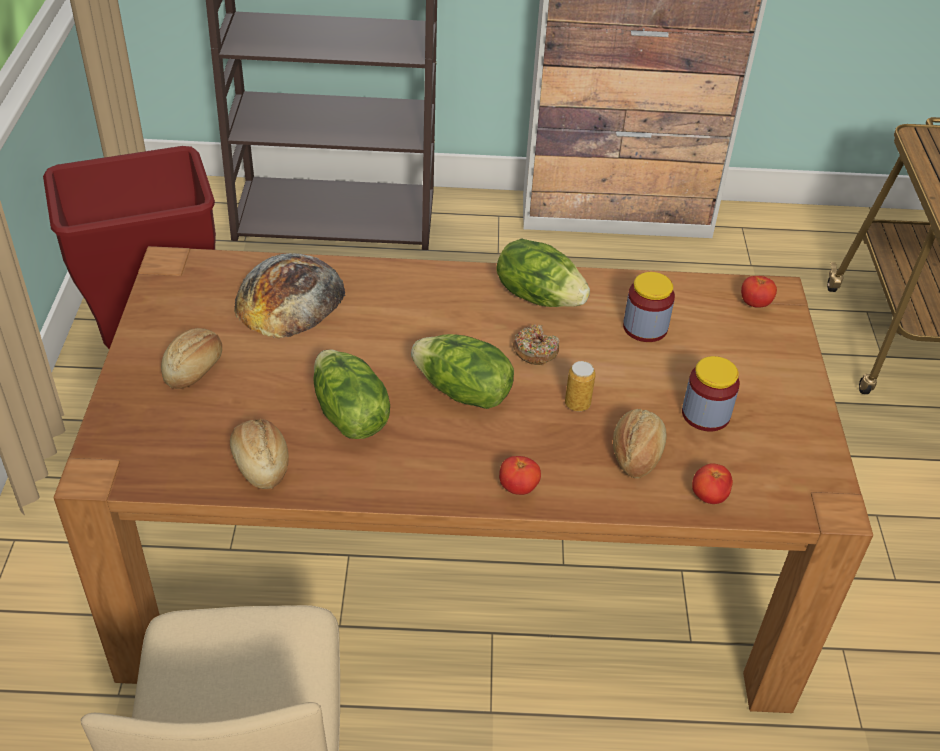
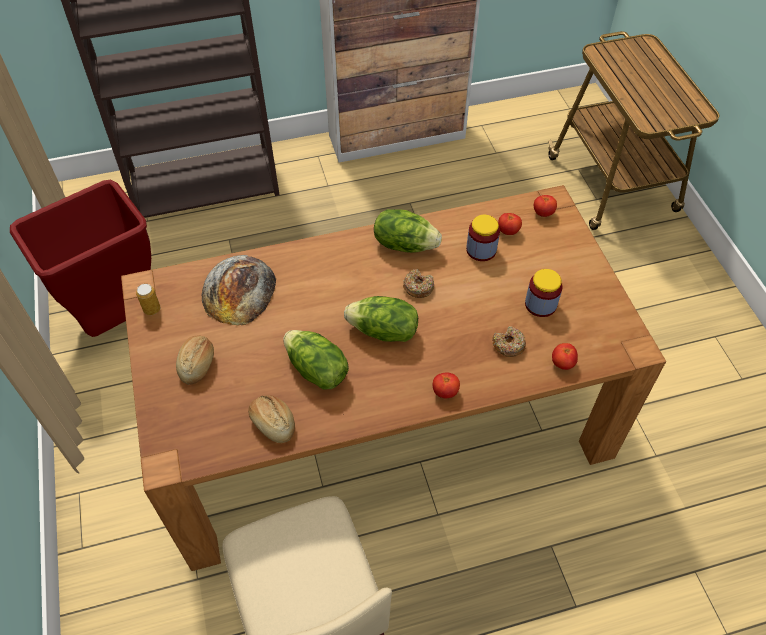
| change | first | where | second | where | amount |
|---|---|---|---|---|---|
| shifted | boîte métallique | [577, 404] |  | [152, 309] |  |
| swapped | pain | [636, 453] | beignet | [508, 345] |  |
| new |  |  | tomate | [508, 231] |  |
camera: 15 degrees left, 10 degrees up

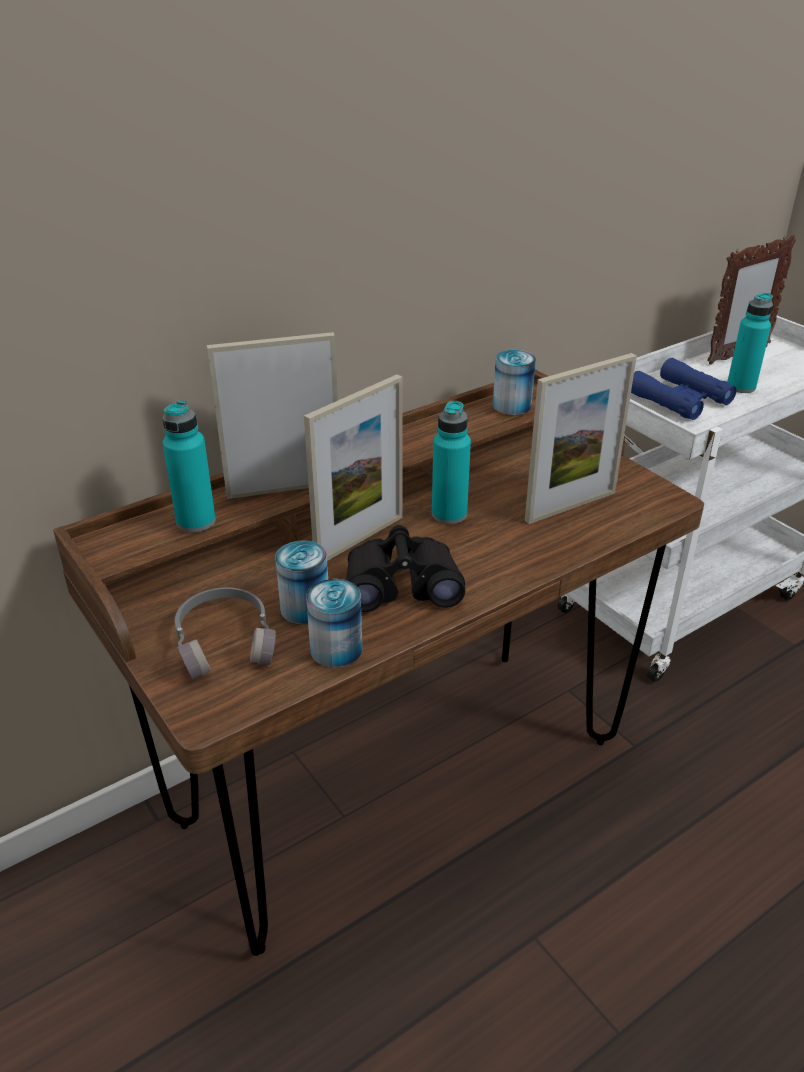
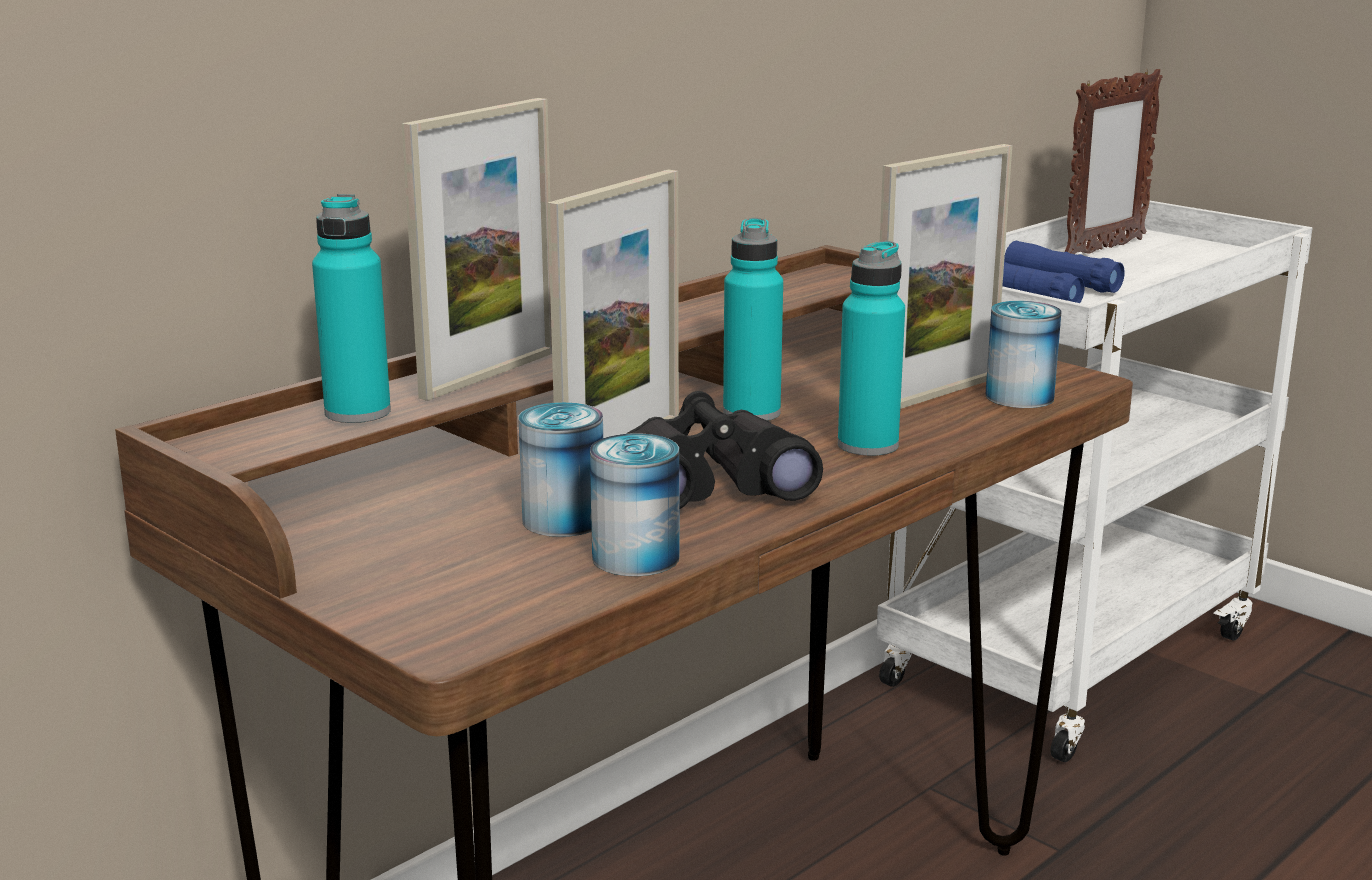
| change | first | where | second | where | amount |
|---|---|---|---|---|---|
| shifted | bouteille (turquoise) | [741, 387] |  | [867, 445] |  |
| rotated | cadre photo | [284, 489] |  | [489, 374] | 150 degrees clockwise |
| shifted | boîte métallique | [512, 405] |  | [1019, 396] |  |
| gone | casque audio (gris) | [226, 641] |  |  |  |
camera: 10 degrees left, 15 degrees down

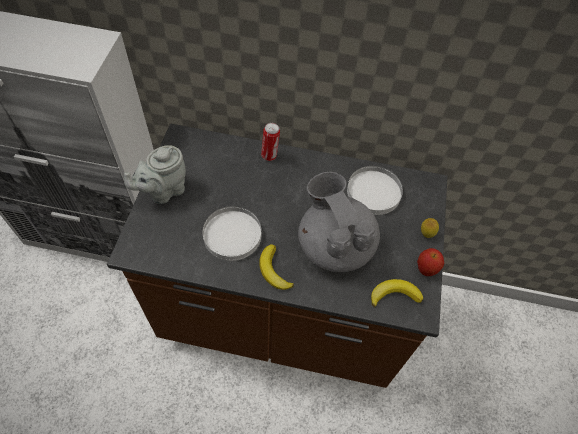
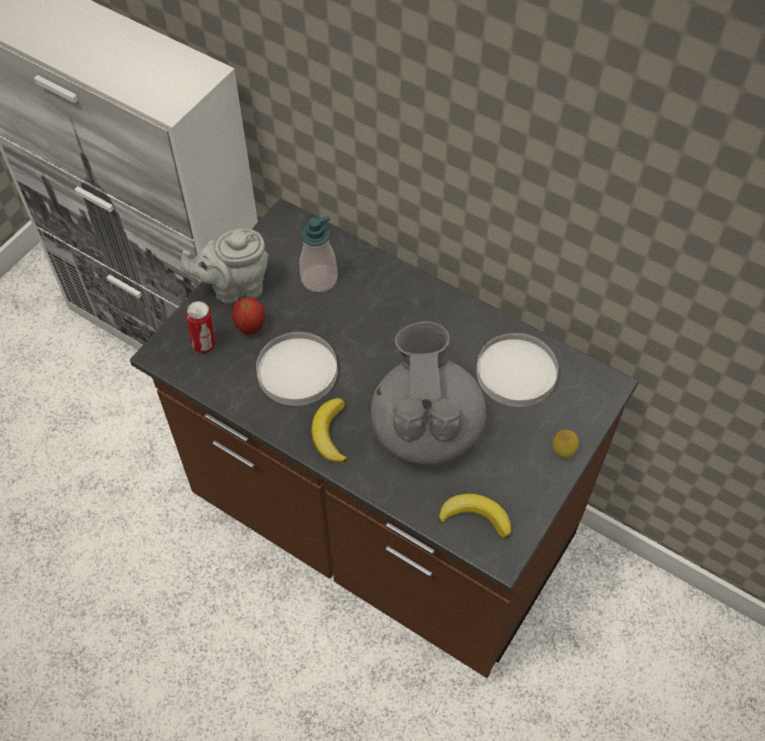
| change | first | where | second | where | amount |
|---|---|---|---|---|---|
| shifted | boîte métallique | [270, 155] |  | [205, 345] |  |
| shifted | pomme | [426, 269] |  | [250, 328] |  |
| new |  |  | distributeur de savon | [319, 279] |  |
camera: 25 degrees right, 0 degrees up

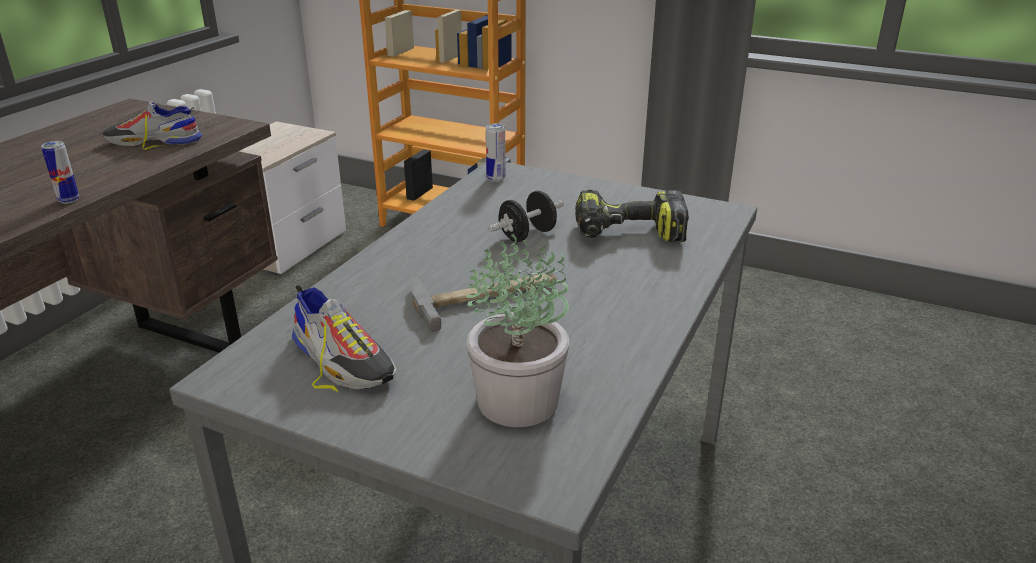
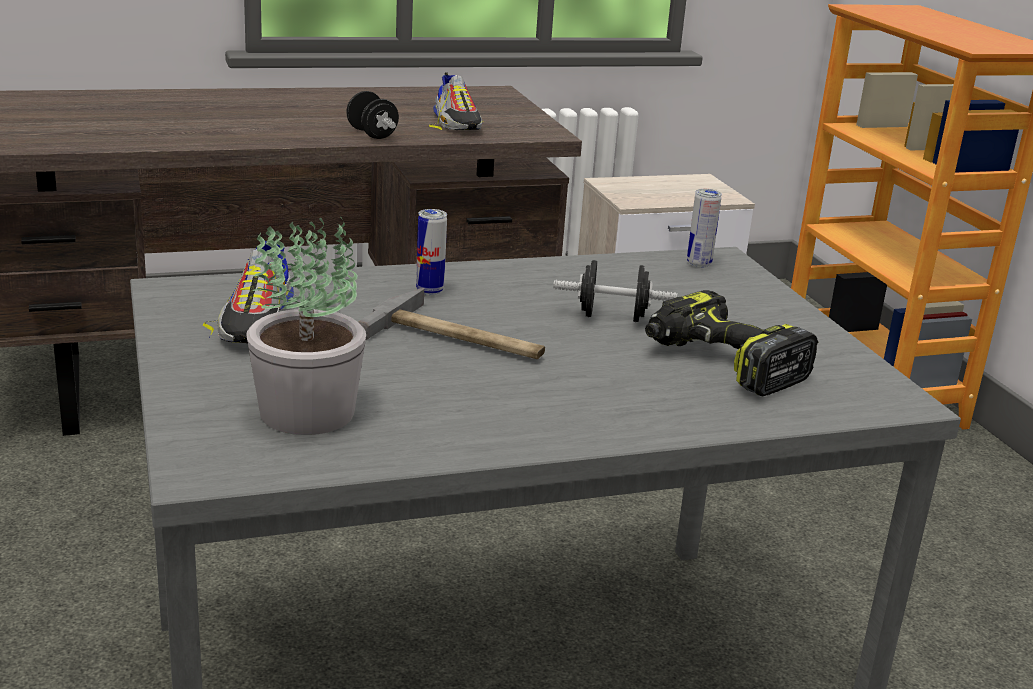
| change | first | where | second | where | amount |
|---|---|---|---|---|---|
| rotated | chaussure | [154, 141] |  | [456, 122] | 150 degrees counterclockwise |
| shifted | boîte métallique | [69, 200] |  | [429, 291] |  |
| new |  |  | haltère (noir) | [372, 134] |  |
camera: 45 degrees right, 5 degrees down

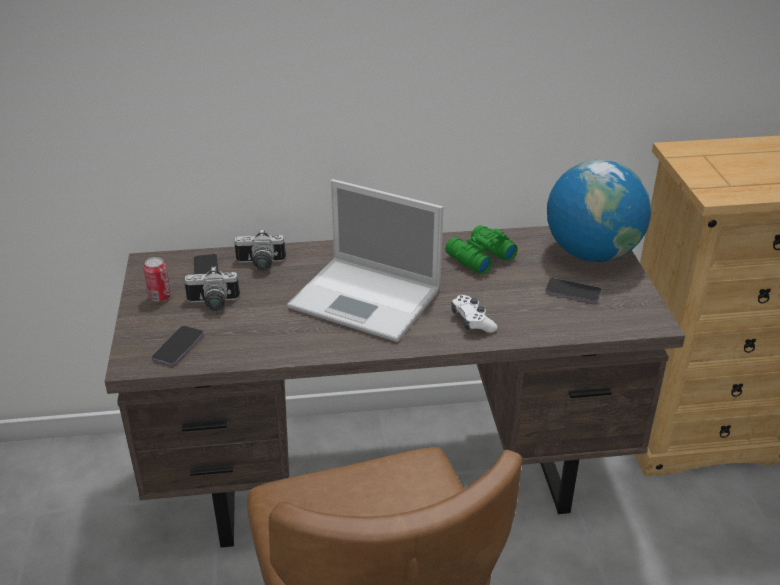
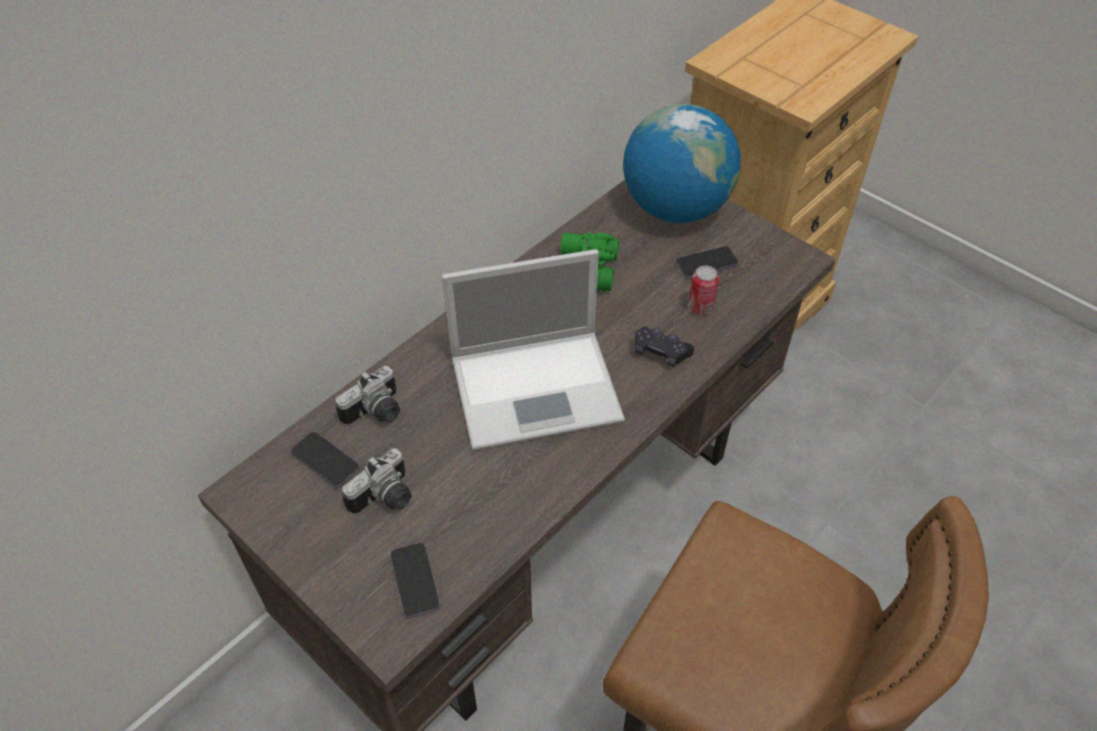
| change | first | where | second | where | amount |
|---|---|---|---|---|---|
| shifted | boîte métallique | [160, 297] |  | [700, 307] |  |
| repainted | manette (blanc) | [472, 321] | manette (noir) | [660, 352] |  |
camera: 40 degrees left, 15 degrees up

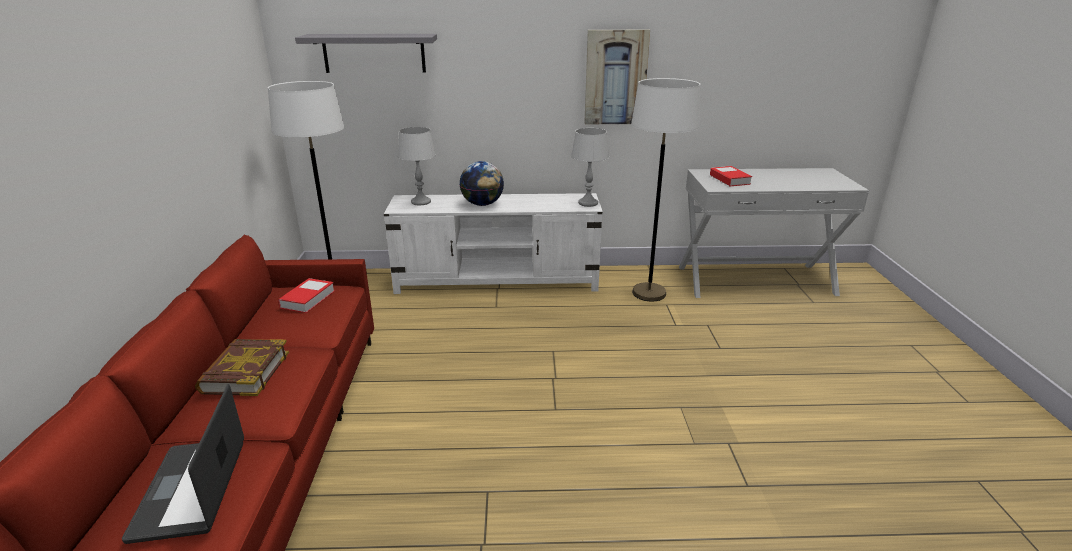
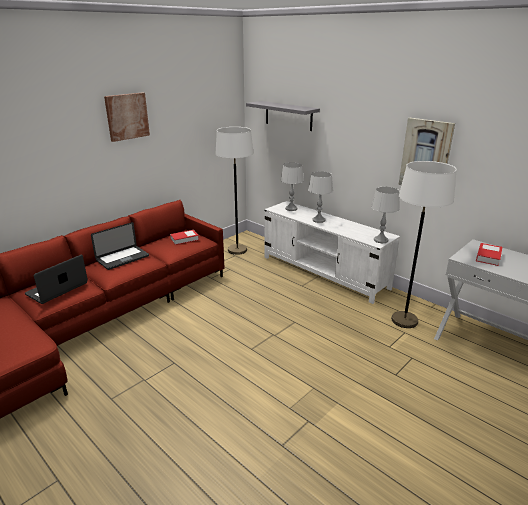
| change | first | where | second | where | amount |
|---|---|---|---|---|---|
| swapped | globe | [482, 204] | lampe de table (gris) | [318, 220] |  |
| swapped | livre | [245, 372] | ordinateur portable | [122, 258] |  |
| new |  |  | tableau | [127, 116] |  |
camera: 45 degrees right, 0 degrees up

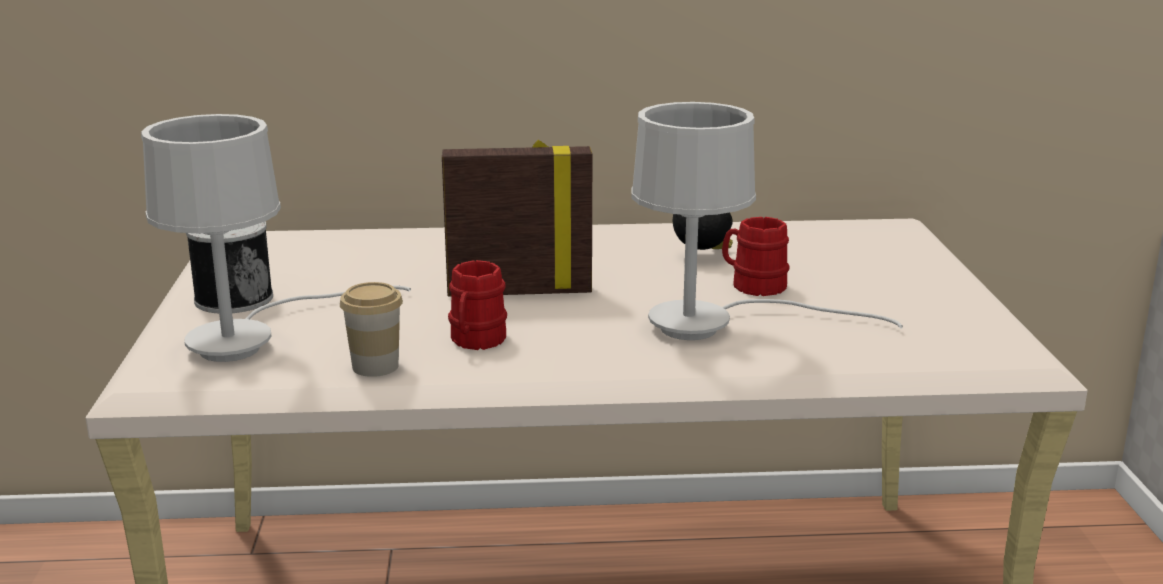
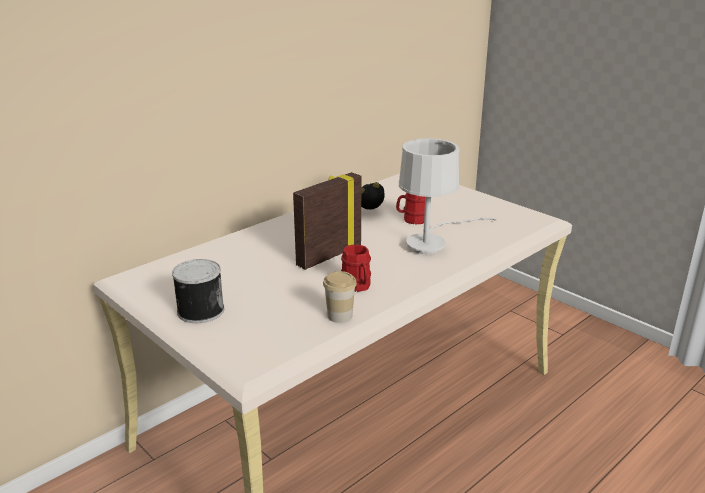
| change | first | where | second | where | amount |
|---|---|---|---|---|---|
| gone | lampe de table (blanc) | [249, 340] |  |  |  |
camera: 40 degrees left, 5 degrees up

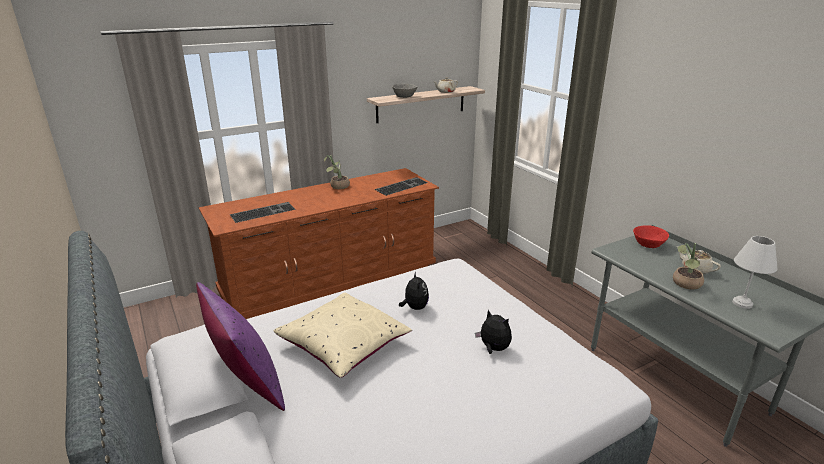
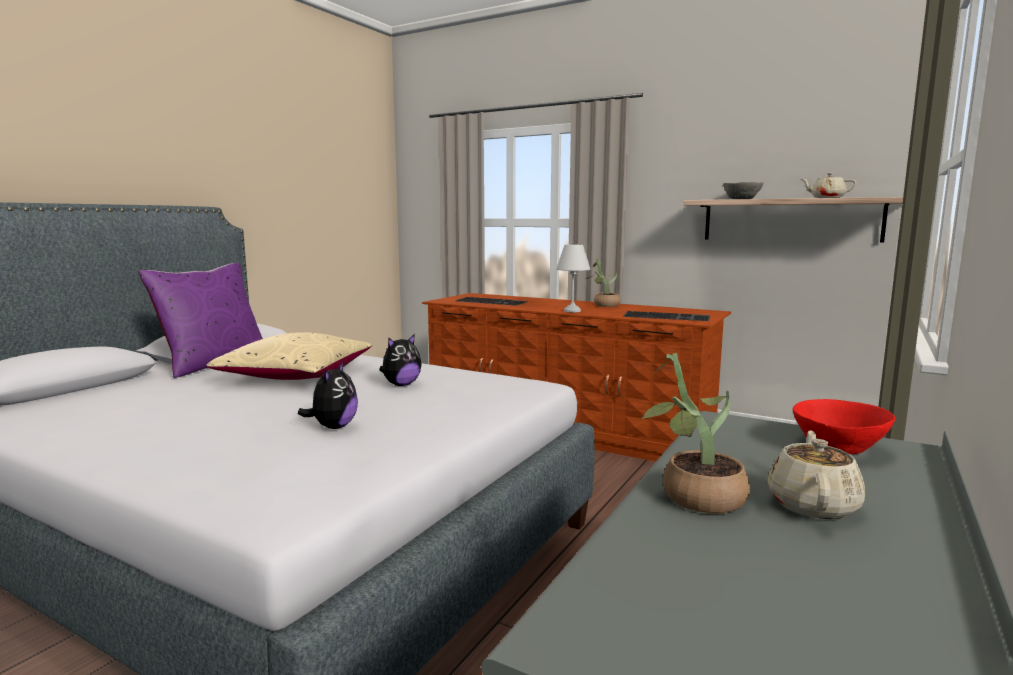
| change | first | where | second | where | amount |
|---|---|---|---|---|---|
| shifted | lampe de table (blanc) | [741, 303] |  | [571, 311] |  |
camera: 60 degrees right, 15 degrees down

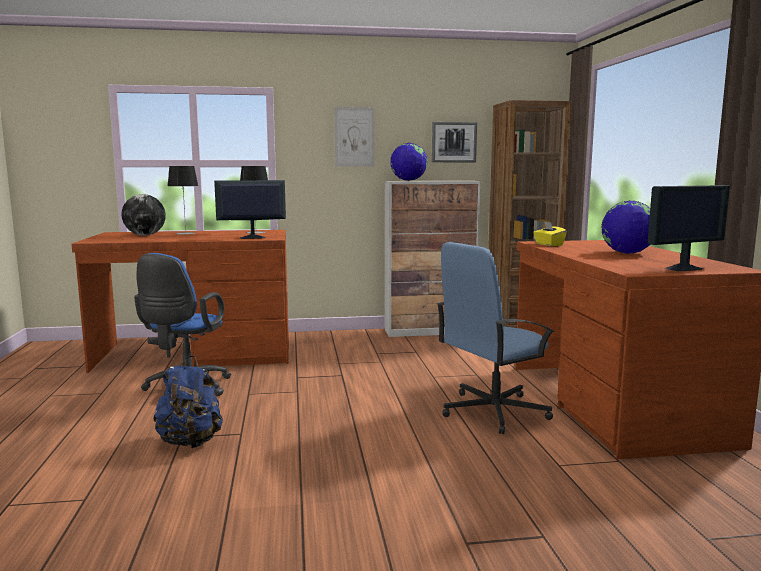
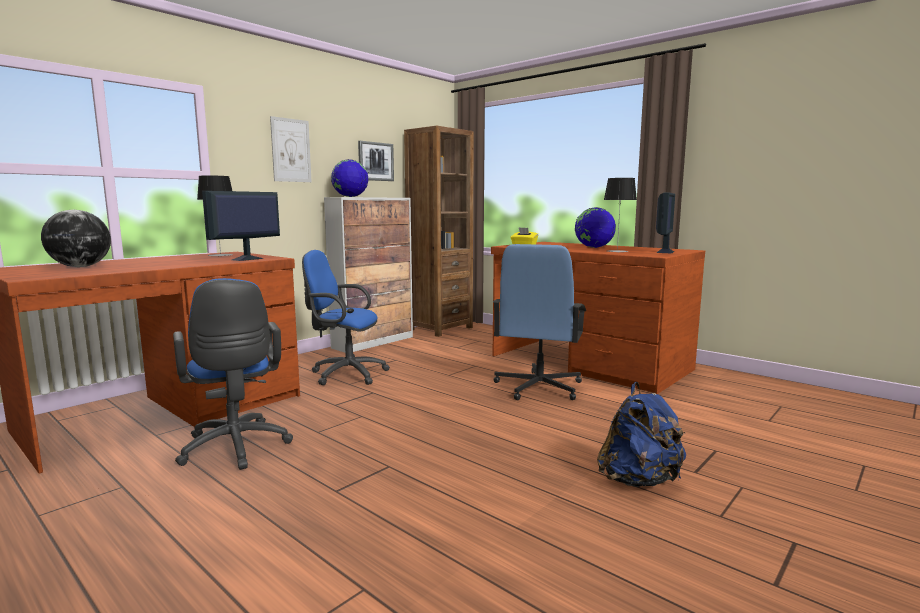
| change | first | where | second | where | amount |
|---|---|---|---|---|---|
| shifted | lampe de table | [185, 233] |  | [617, 251] |  |
| shifted | sac à dos (bleu) | [190, 442] |  | [639, 480] |  |
| new |  |  | chaise de bureau (bleu) | [345, 374] |  |
camera: 40 degrees left, 0 degrees up

